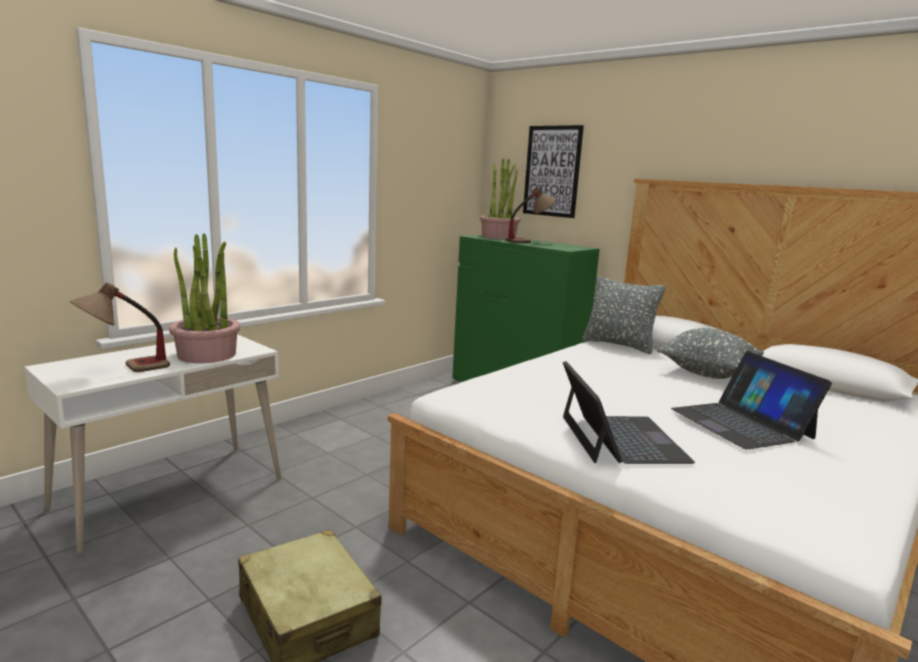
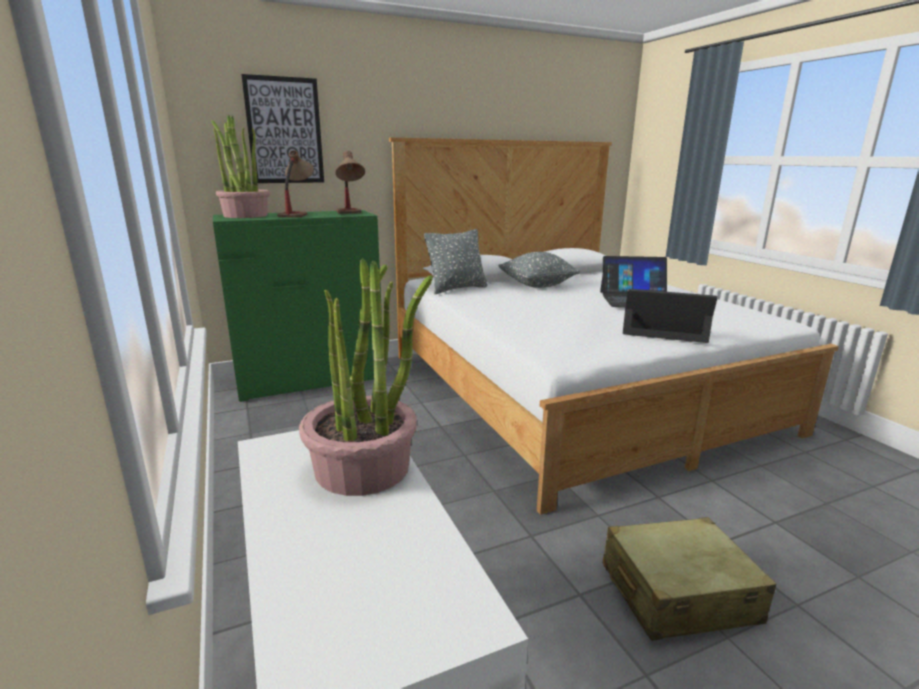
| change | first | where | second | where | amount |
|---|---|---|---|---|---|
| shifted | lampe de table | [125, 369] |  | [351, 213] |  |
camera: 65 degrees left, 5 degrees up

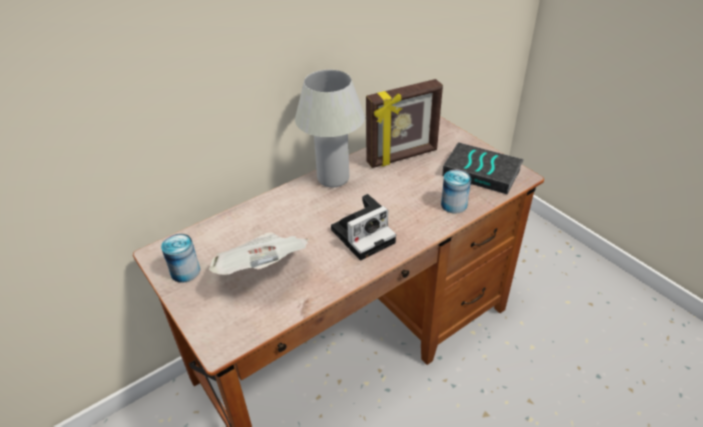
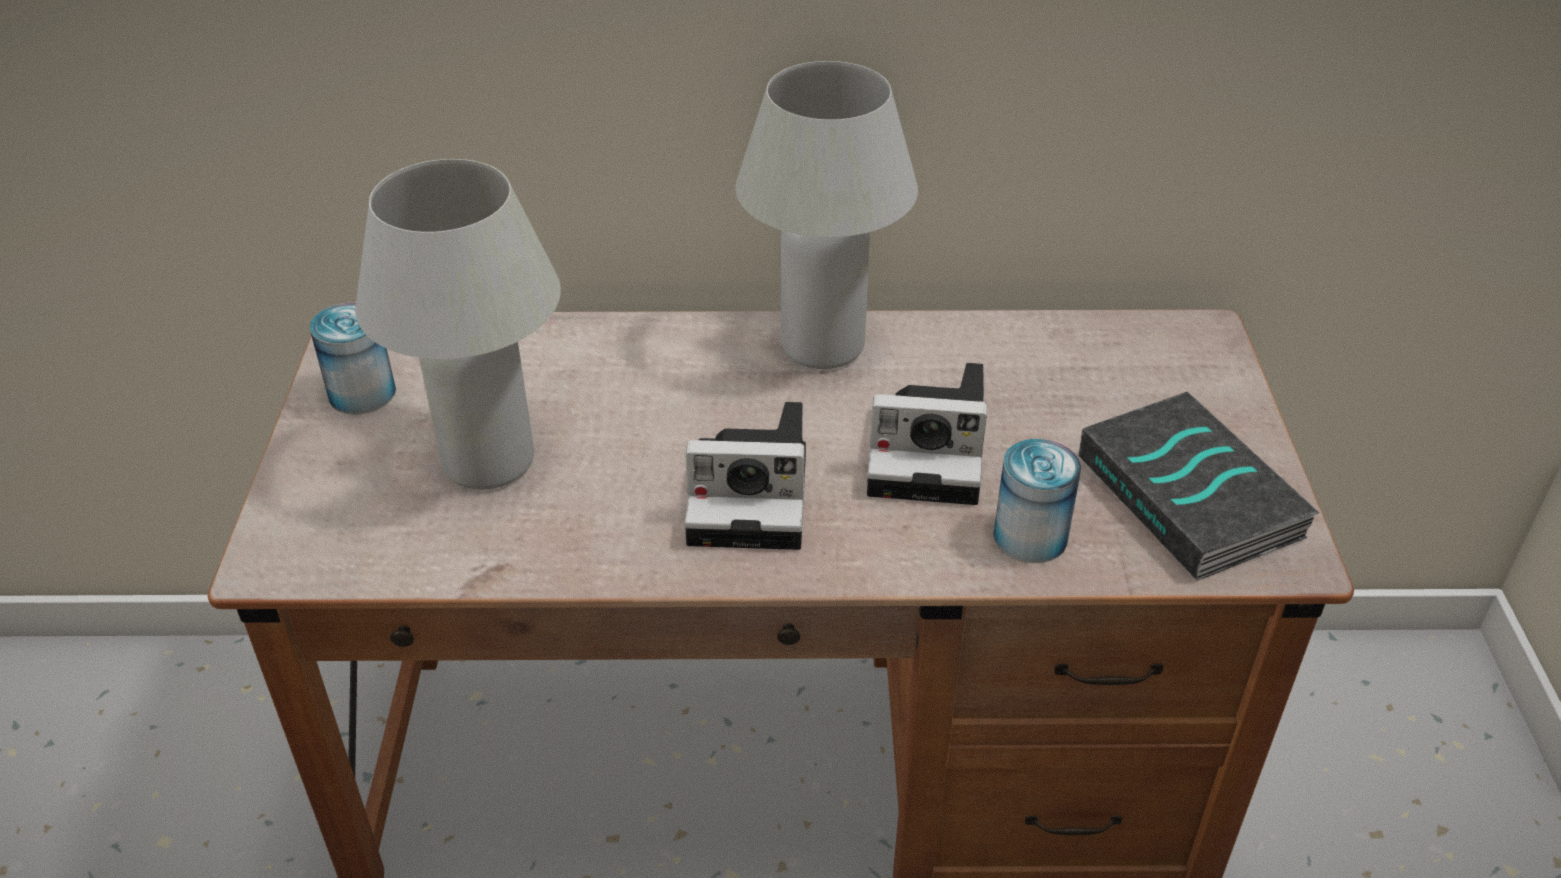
| change | first | where | second | where | amount |
|---|---|---|---|---|---|
| gone | cadre photo | [402, 157] |  |  |  |
| swapped | journal | [262, 270] | lampe de table (blanc) | [488, 462] |  |
| new |  |  | appareil photo | [931, 454] |  |
camera: 35 degrees right, 0 degrees up

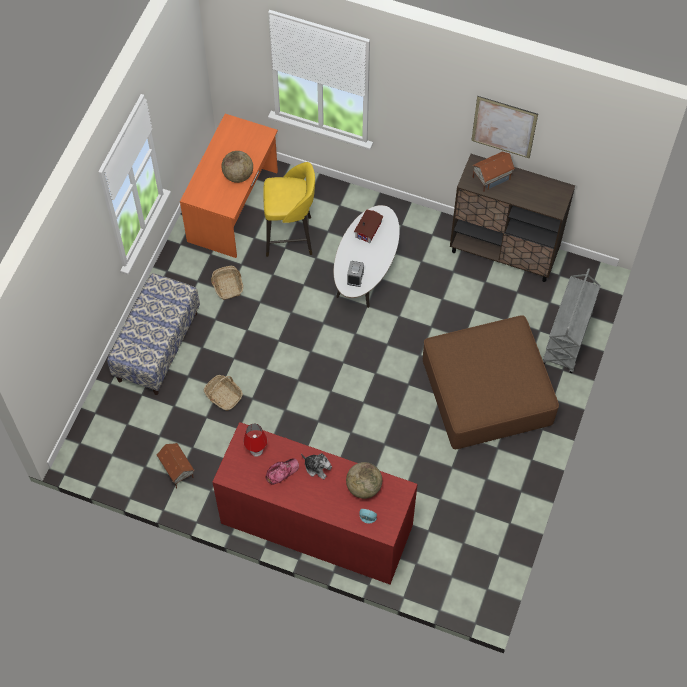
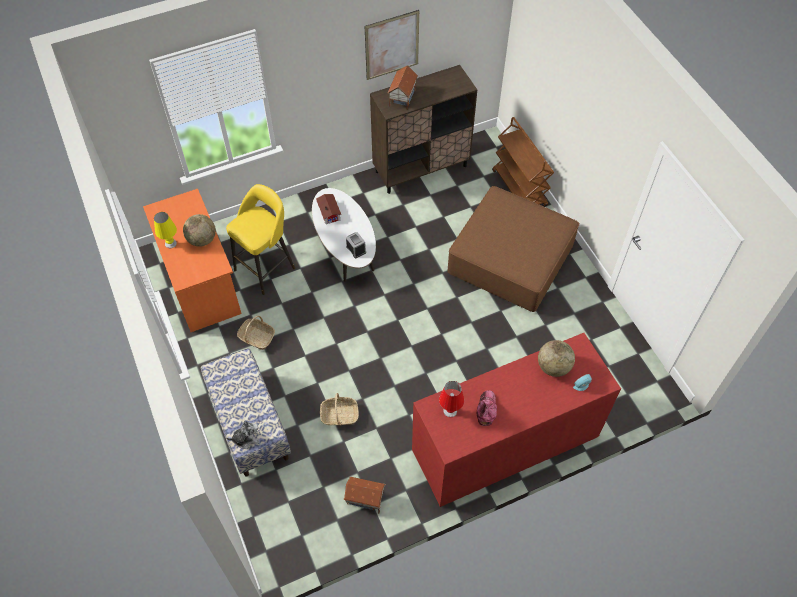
| change | first | where | second | where | amount |
|---|---|---|---|---|---|
| repainted | chariot (gris) | [567, 339] | chariot (marron) | [519, 189] |  |
| shifted | peluche | [317, 467] |  | [246, 438] |  |
| new |  |  | lampe de table (jaune) | [170, 243] |  |
camera: 45 degrees left, 5 degrees down

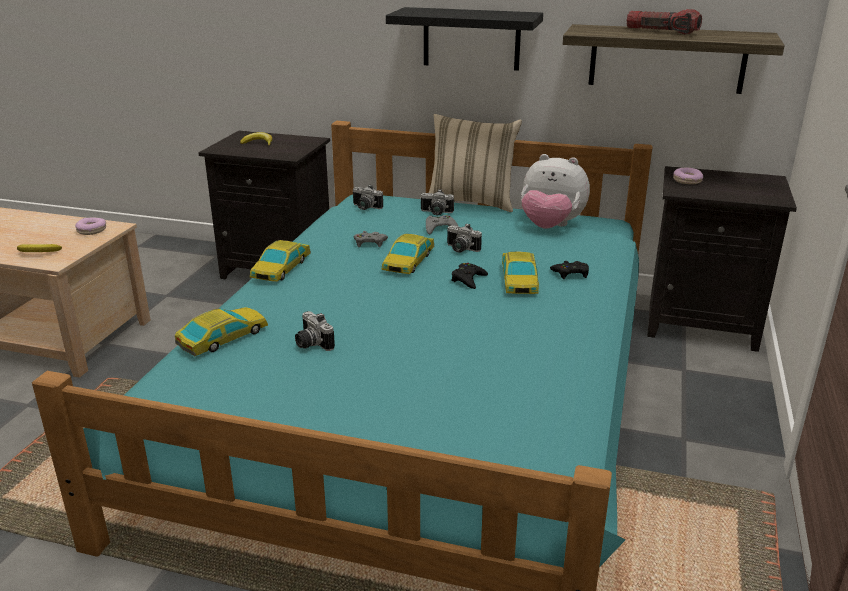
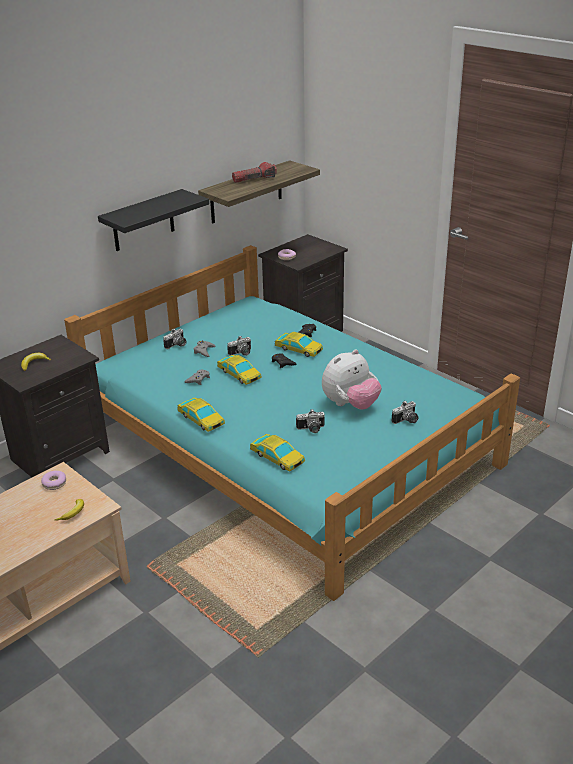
| change | first | where | second | where | amount |
|---|---|---|---|---|---|
| gone | coussin (beige) | [471, 202] |  |  |  |
| shifted | peluche | [550, 226] |  | [350, 405] |  |
| shifted | appareil photo | [365, 208] |  | [407, 421] |  |
| rotated | petite voiture | [223, 338] |  | [277, 457] | 150 degrees clockwise |
camera: 60 degrees left, 5 degrees up

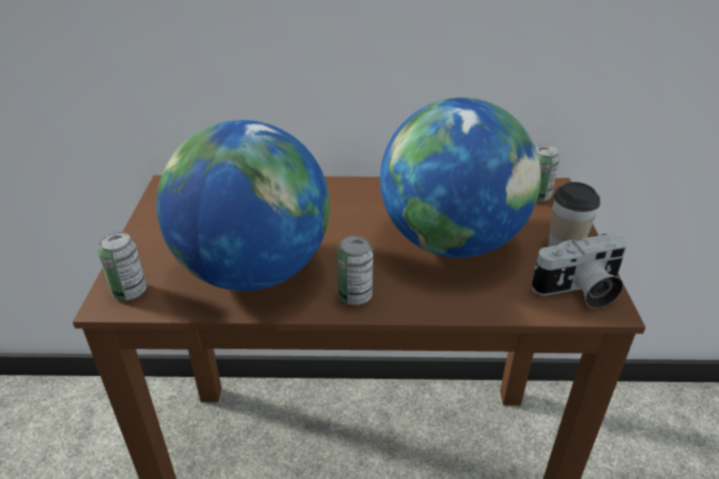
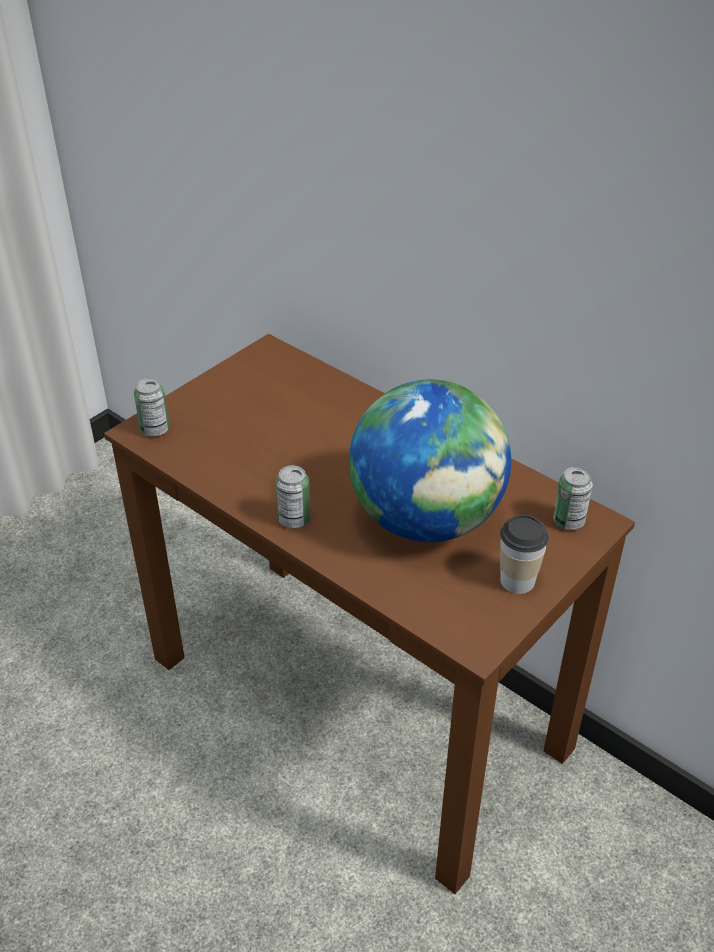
| change | first | where | second | where | amount |
|---|---|---|---|---|---|
| gone | globe | [253, 271] |  |  |  |
| gone | appareil photo | [579, 291] |  |  |  |
camera: 40 degrees right, 5 degrees up

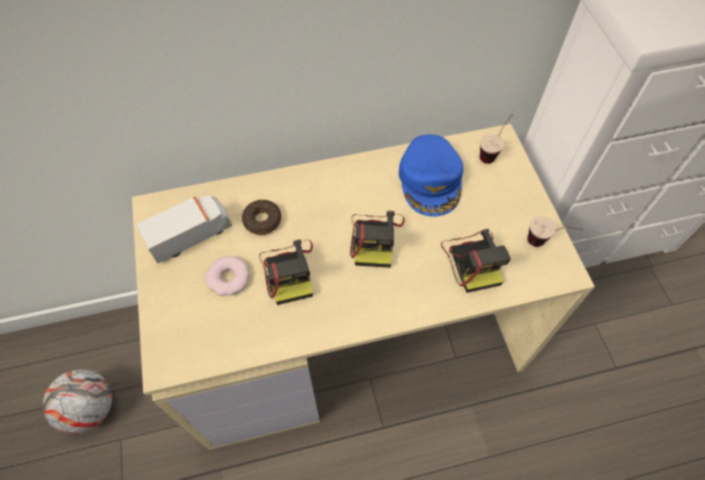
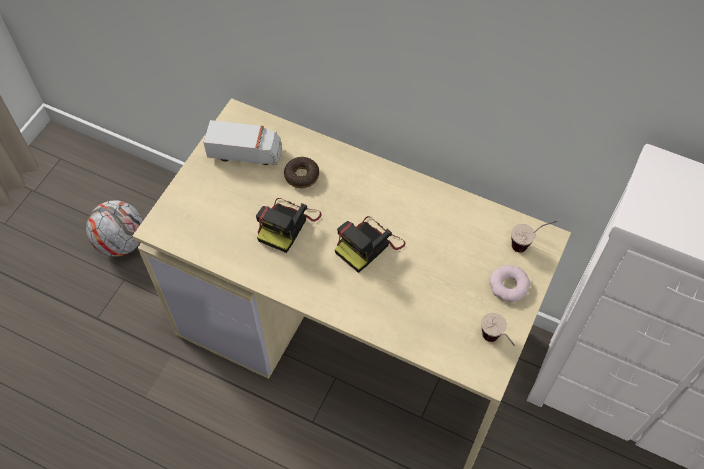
| change | first | where | second | where | amount |
|---|---|---|---|---|---|
| gone | casquette (bleu) | [431, 180] |  |  |  |
| gone | appareil photo | [473, 260] |  |  |  |
| shifted | beignet | [229, 278] |  | [508, 285] |  |
camera: 40 degrees right, 0 degrees up

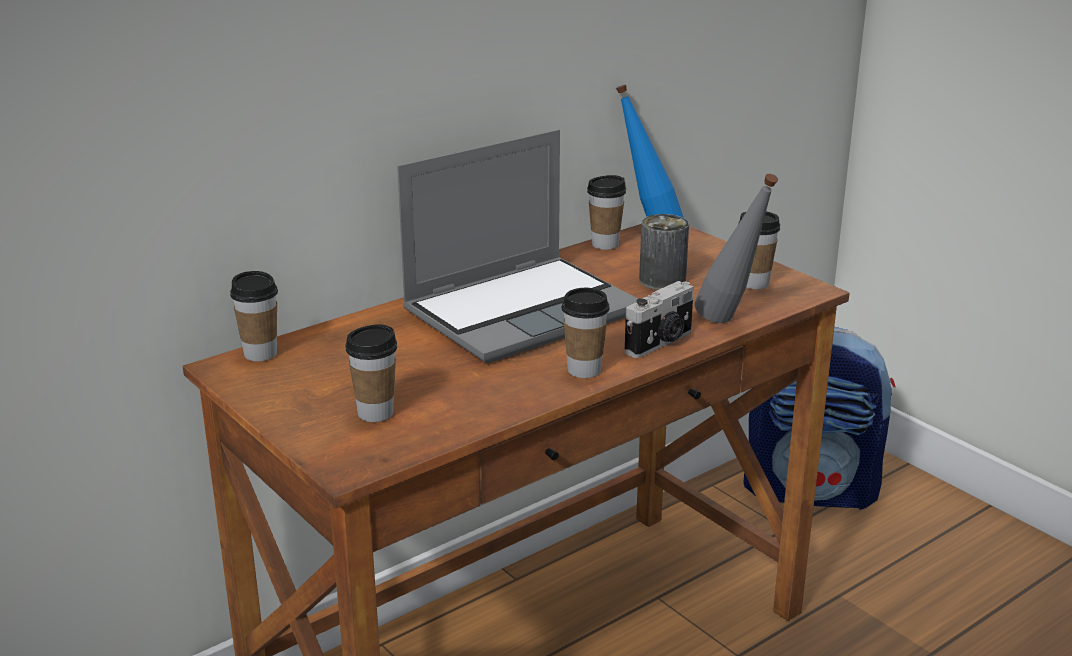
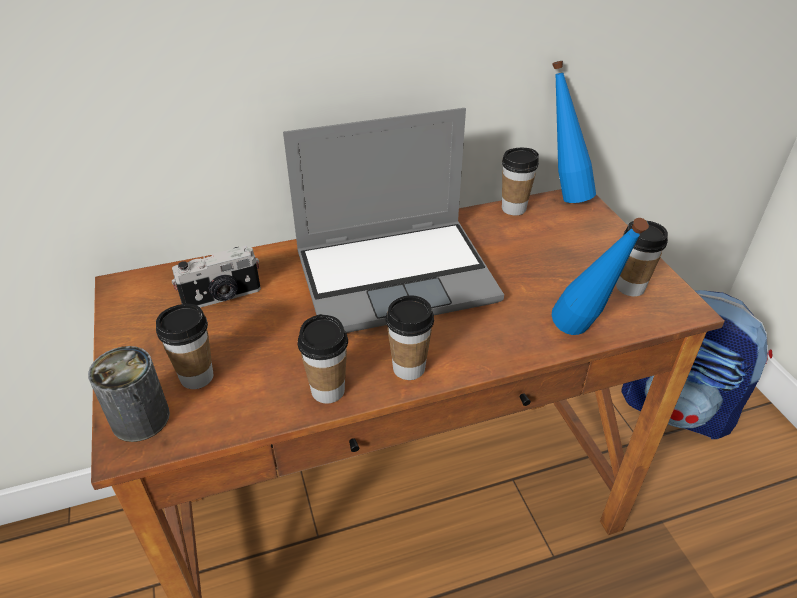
| change | first | where | second | where | amount |
|---|---|---|---|---|---|
| repainted | bouteille (gris) | [730, 324] | bouteille (bleu) | [581, 338] |  |
| shifted | boîte métallique | [662, 280] |  | [140, 418] |  |
| shifted | tasse | [260, 354] |  | [328, 390] |  |
| shifted | appareil photo | [661, 343] |  | [222, 297] |  |
camera: 20 degrees right, 15 degrees up

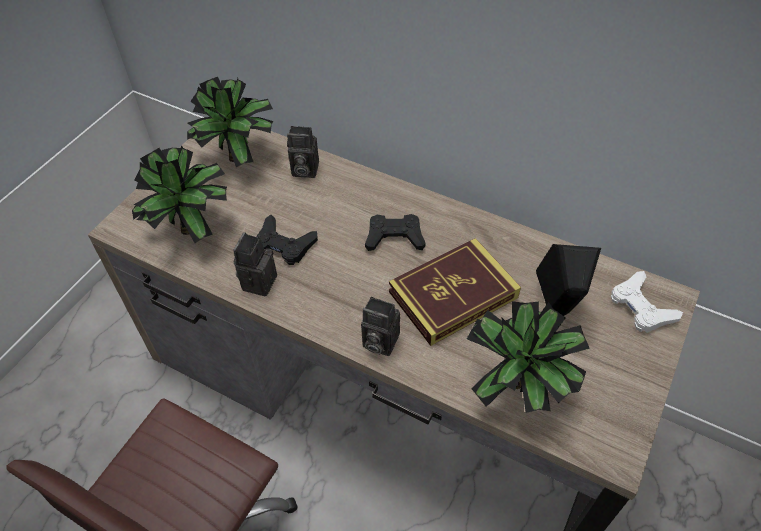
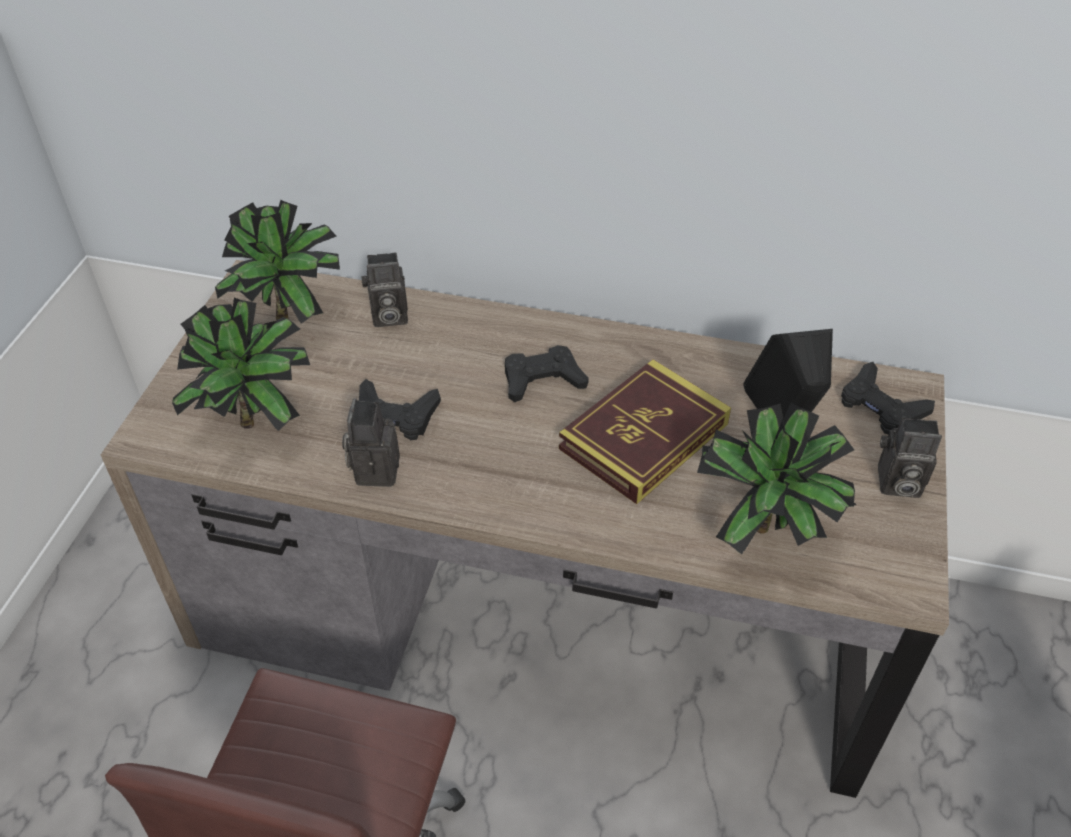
| change | first | where | second | where | amount |
|---|---|---|---|---|---|
| repainted | manette (blanc) | [641, 307] | manette (noir) | [881, 406] |  |
| shifted | appareil photo | [378, 342] |  | [896, 483] |  |
camera: 15 degrees left, 5 degrees down

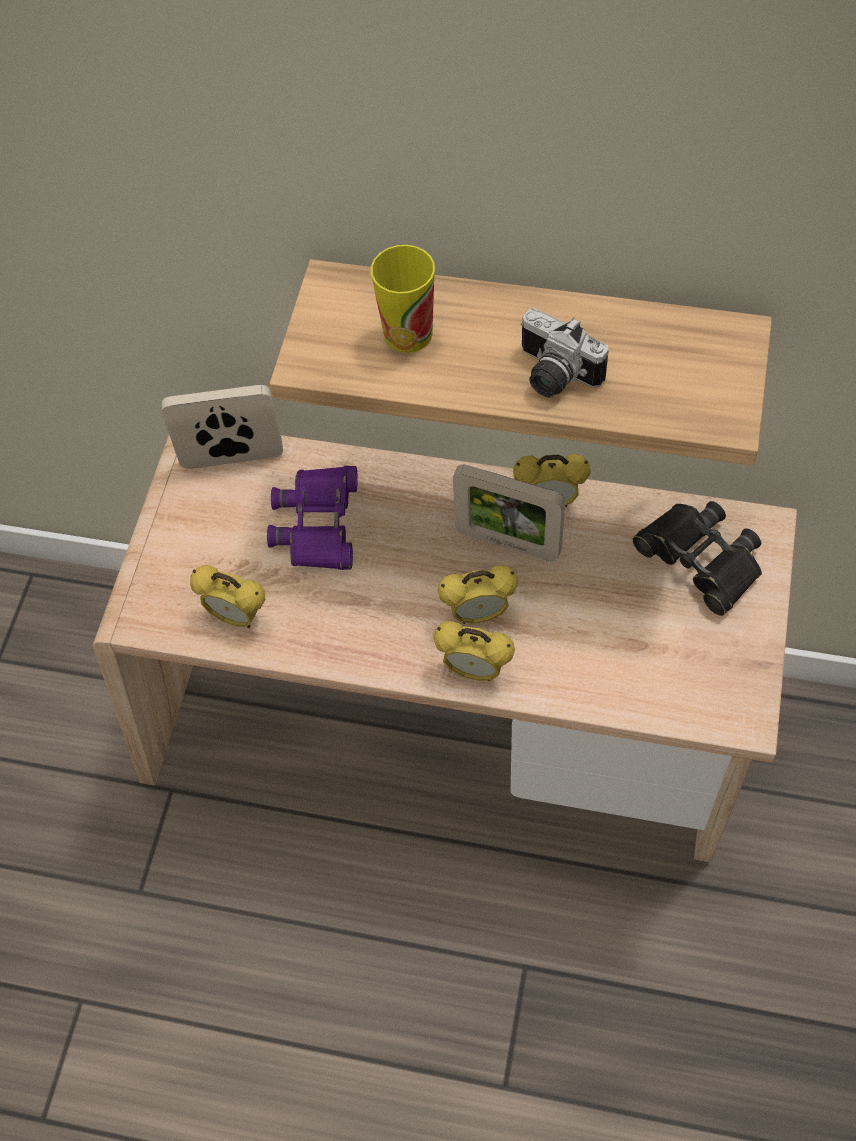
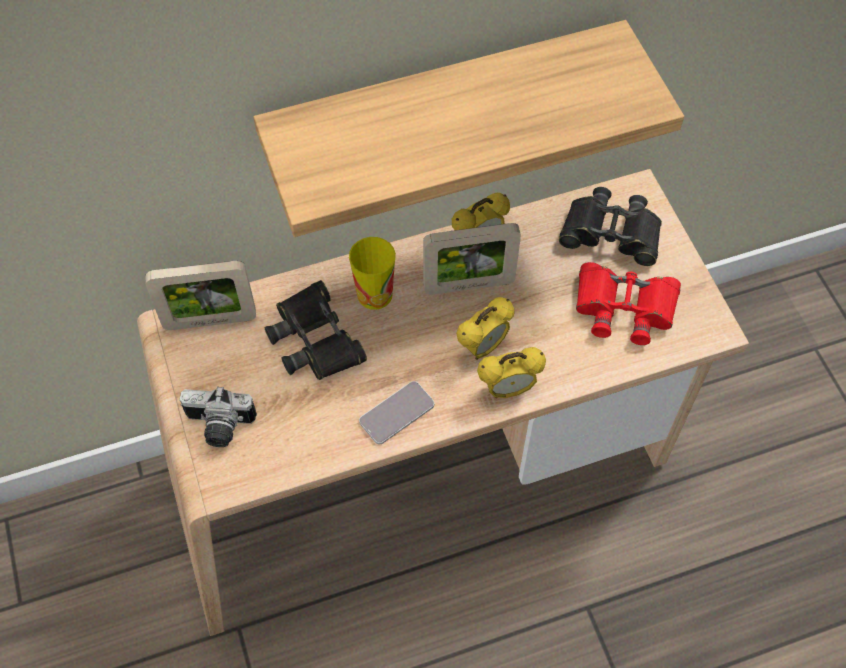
| change | first | where | second | where | amount |
|---|---|---|---|---|---|
| shifted | tasse | [408, 333] |  | [374, 294] |  |
| shifted | appareil photo | [553, 375] |  | [219, 427] |  |
| rotated | cadre photo | [232, 458] |  | [210, 321] | 150 degrees counterclockwise |
| repainted | jumelles (violet) | [318, 524] | jumelles (noir) | [315, 339] |  |
| gone | réveil | [237, 617] |  |  |  |
| new |  |  | jumelles (rouge) | [624, 308] |  |
| new |  |  | téléphone | [397, 413] |  |
camera: 35 degrees left, 0 degrees up

